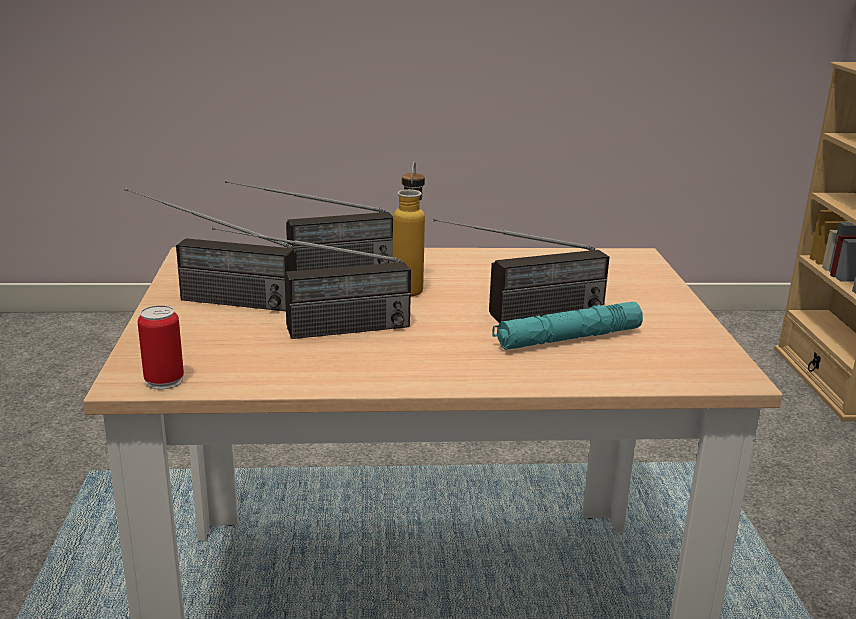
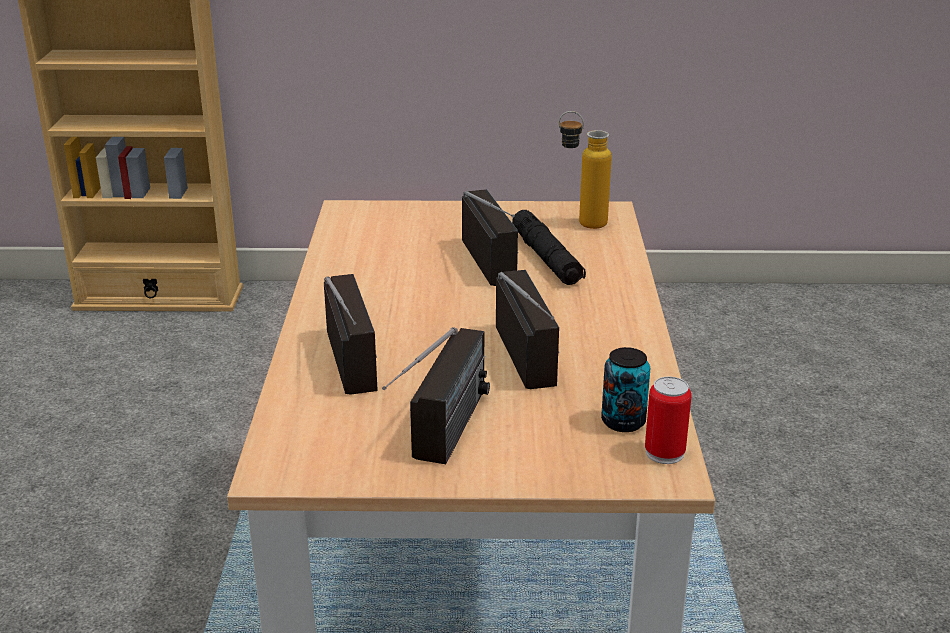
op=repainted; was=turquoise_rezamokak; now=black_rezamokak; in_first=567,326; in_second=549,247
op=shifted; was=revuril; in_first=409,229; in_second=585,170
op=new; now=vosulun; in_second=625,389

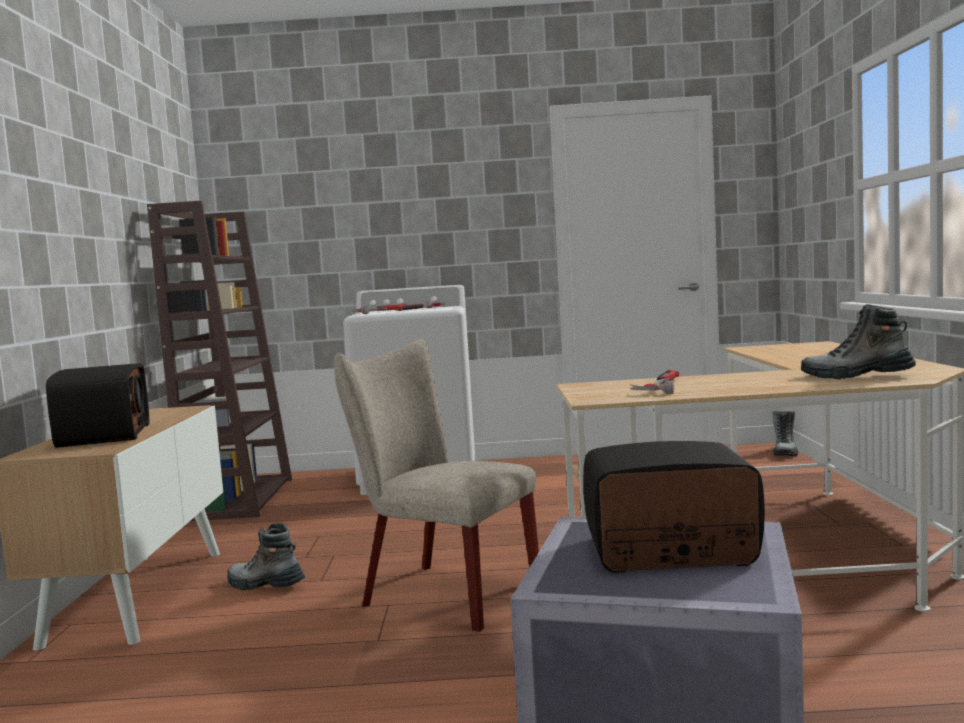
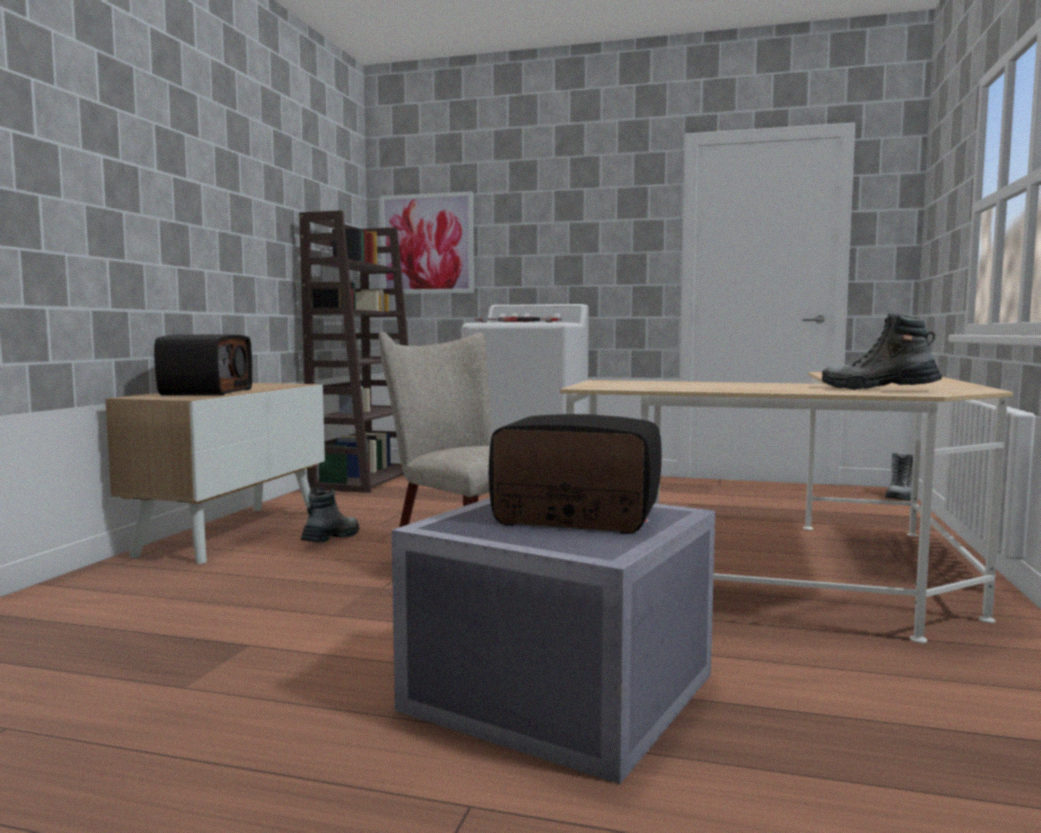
op=rotated; was=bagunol; in_first=266,556; in_second=330,515; clockwise=75
op=new; now=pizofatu; in_second=427,242
op=gone; was=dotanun; in_first=654,382

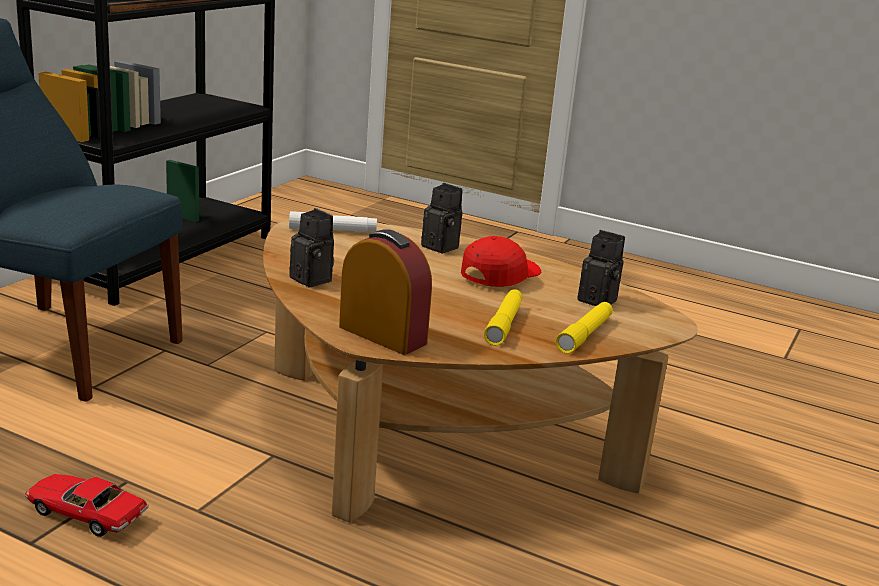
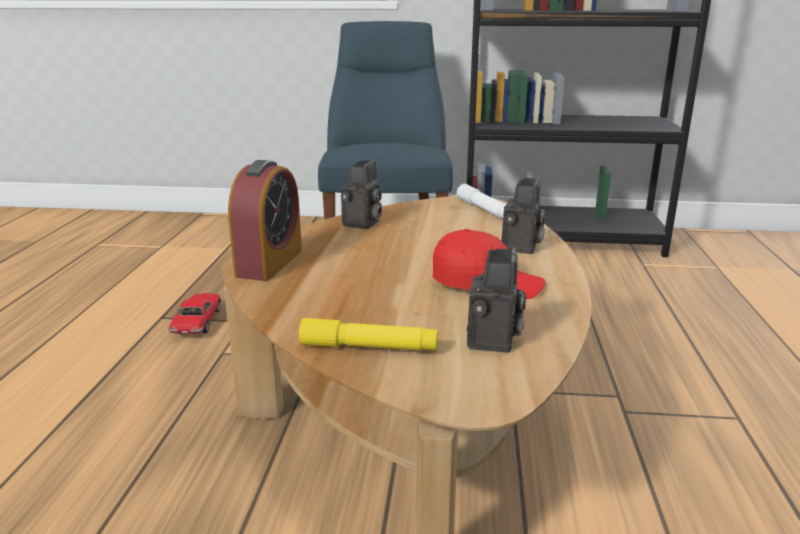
op=gone; was=yellow_rezamokak; in_first=503,317

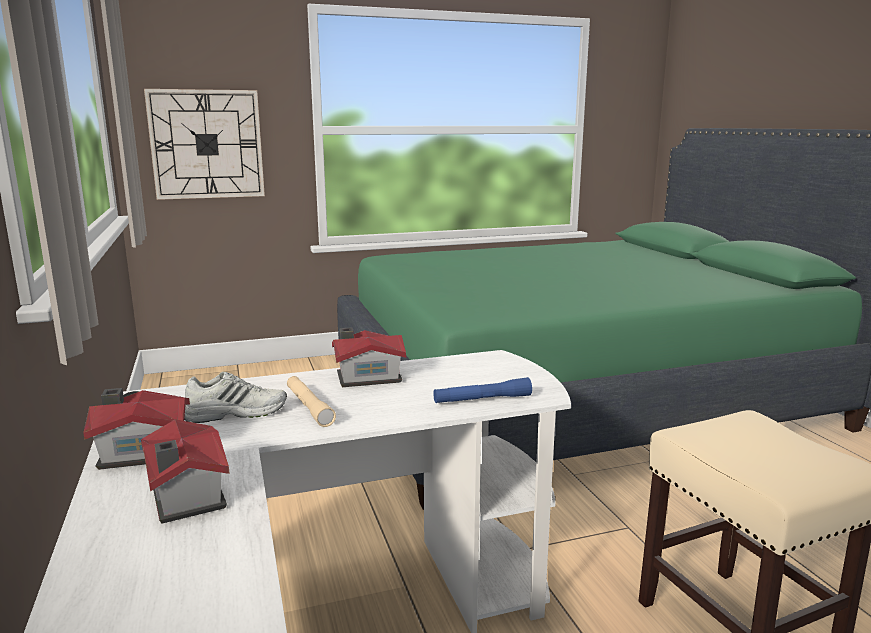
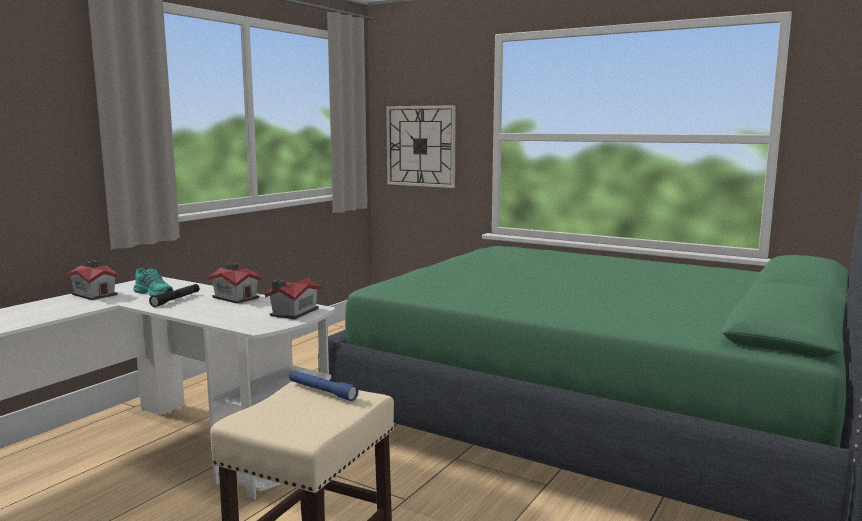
op=repainted; was=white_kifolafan; now=turquoise_kifolafan; in_first=235,397; in_second=153,282
op=repainted; was=beige_rezamokak; now=black_rezamokak; in_first=311,401; in_second=174,295
op=shifted; was=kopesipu; in_first=185,471; in_second=293,298
op=shifted; was=blue_rezamokak; in_first=482,390; in_second=323,386

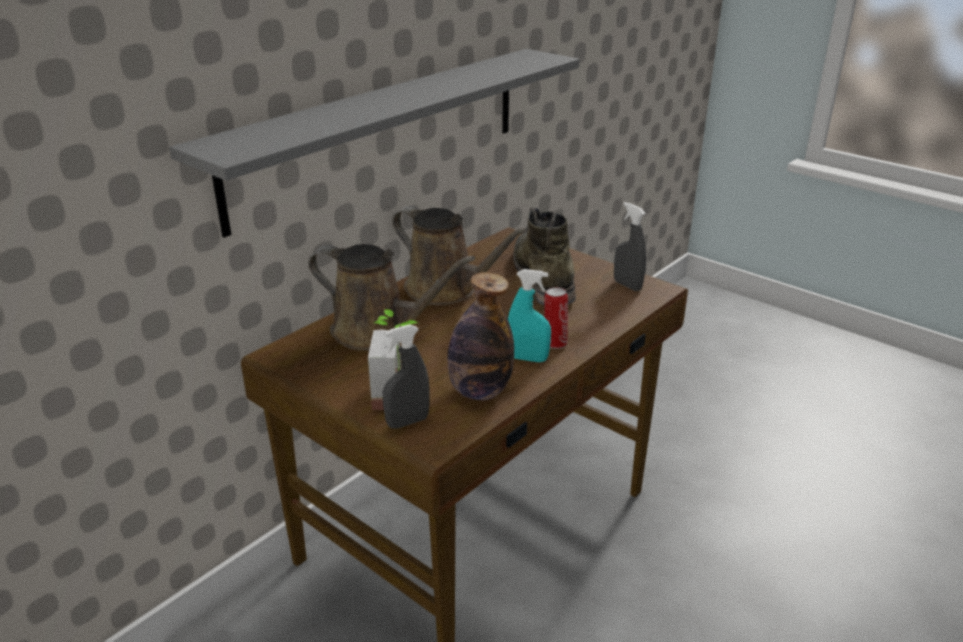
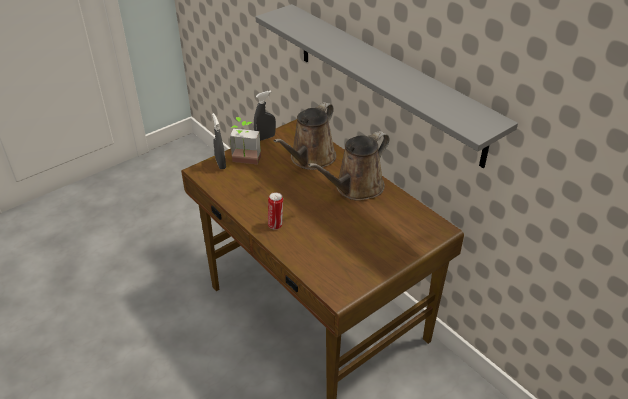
op=shifted; was=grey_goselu; in_first=630,246; in_second=265,115
op=gone; was=revuril; in_first=480,336
op=gone; was=turquoise_goselu; in_first=529,315
op=gone; was=green_bagunol; in_first=544,256

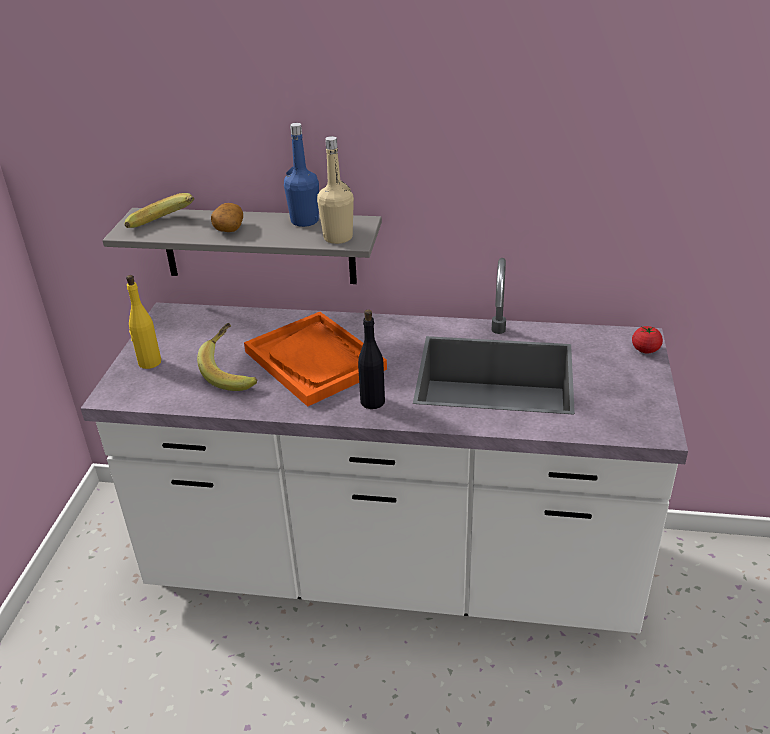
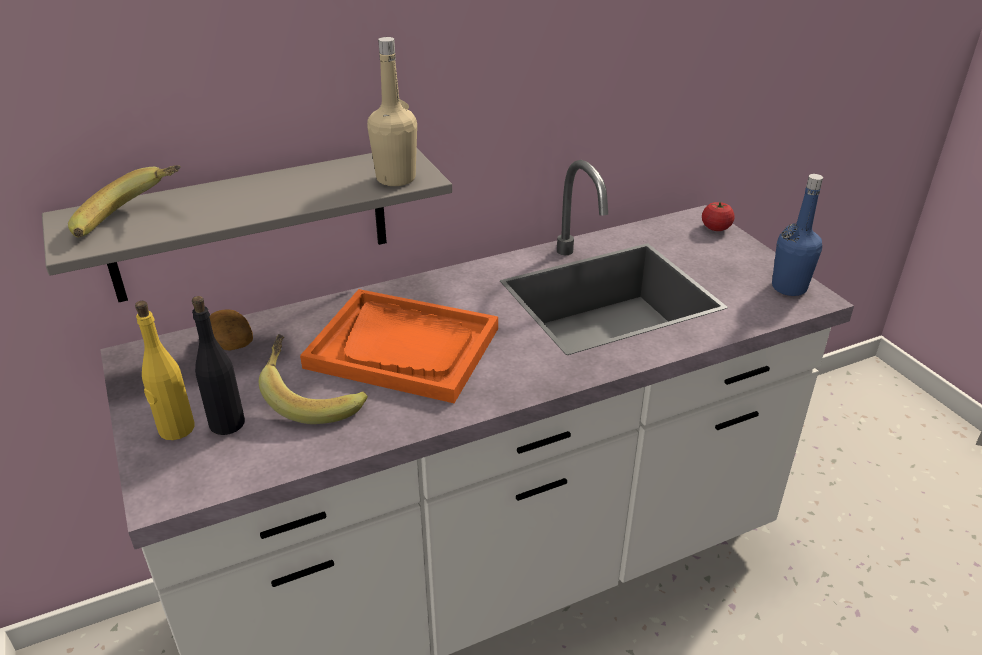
op=shifted; was=black_revuril; in_first=371,359; in_second=218,365
op=shifted; was=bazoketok; in_first=227,217; in_second=231,330
op=shifted; was=blue_revuril; in_first=301,175; in_second=797,235

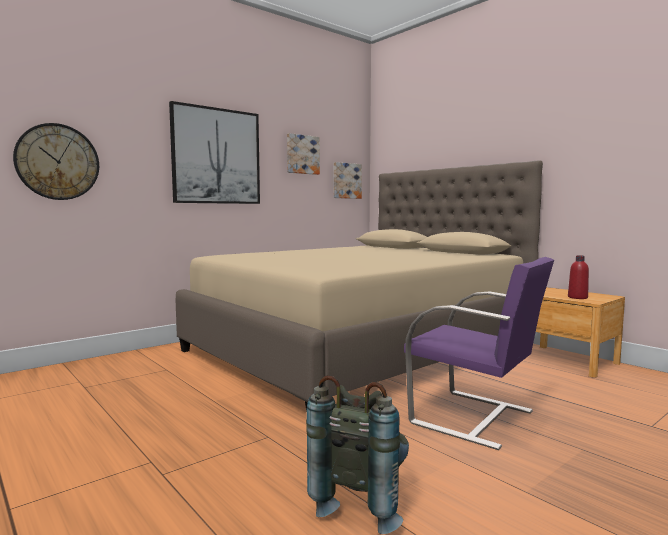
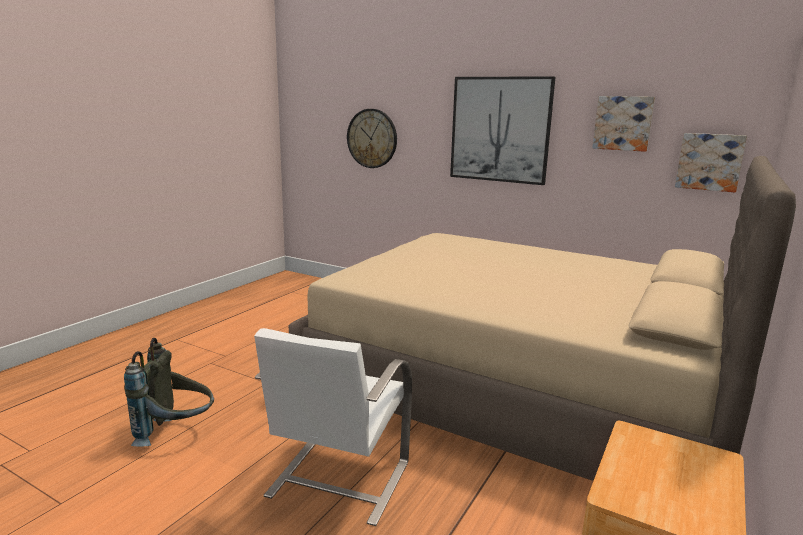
op=repainted; was=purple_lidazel; now=white_lidazel; in_first=479,353; in_second=333,427
op=gone; was=red_revuril; in_first=578,277

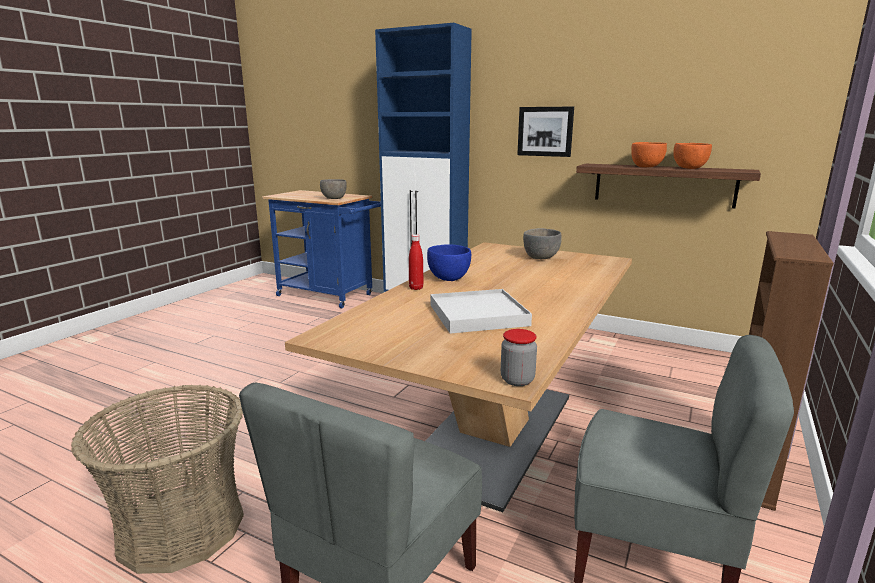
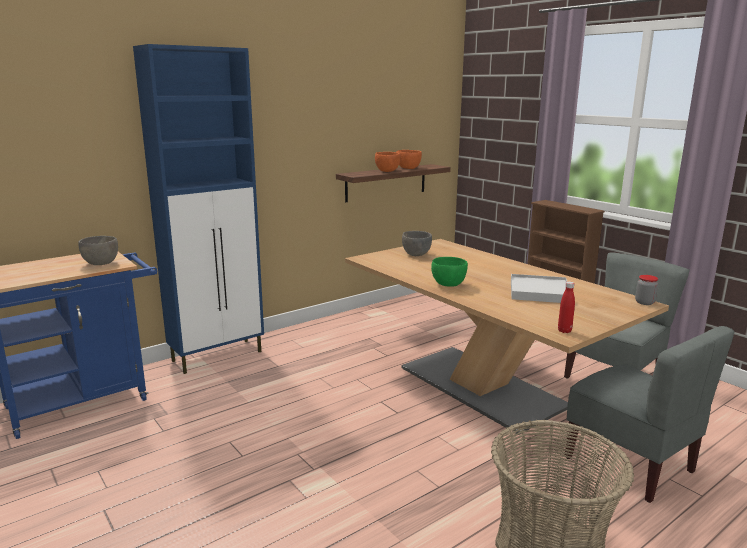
op=repainted; was=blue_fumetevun; now=green_fumetevun; in_first=449,262; in_second=449,272
op=shifted; was=red_revuril; in_first=416,262; in_second=566,307
op=gone; was=pizofatu; in_first=545,132

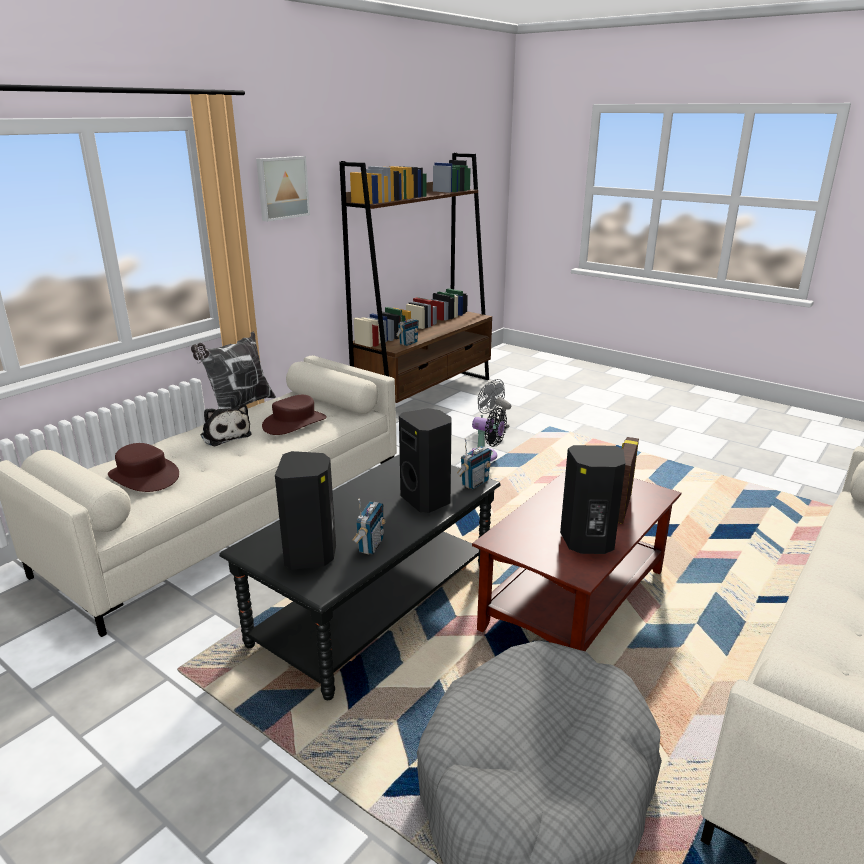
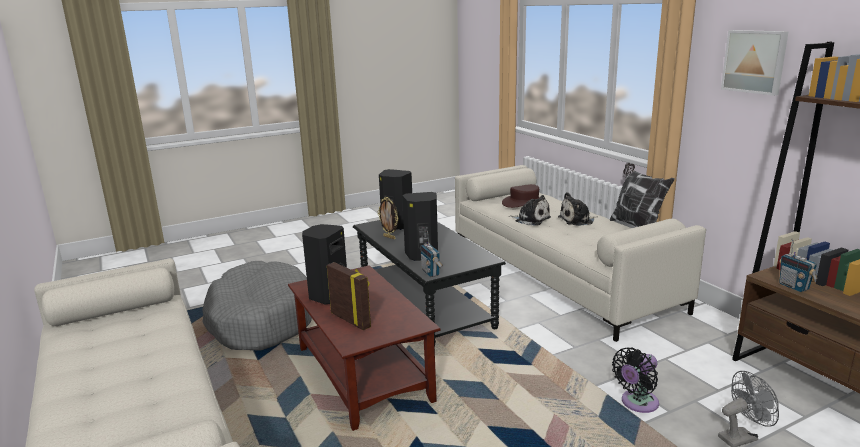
op=swapped; was=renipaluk; now=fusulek; in_first=369,526; in_second=388,218
op=new; now=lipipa; in_second=529,210
op=gone; was=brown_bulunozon; in_first=294,415

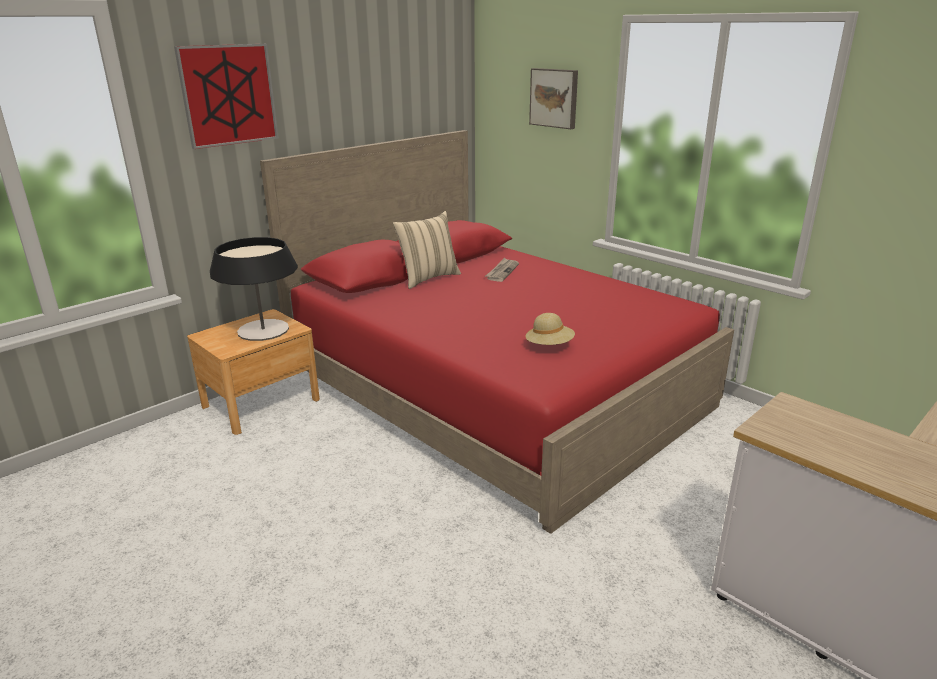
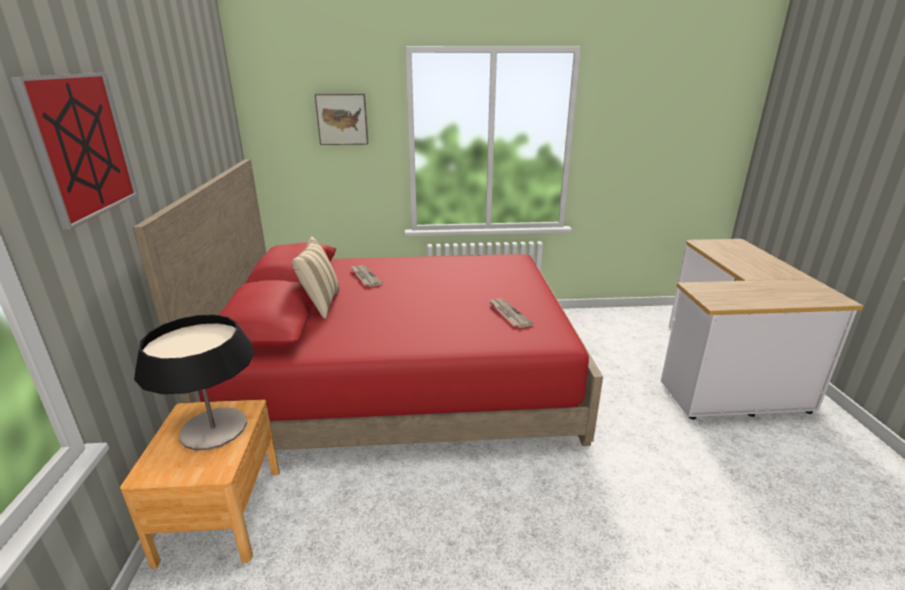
op=swapped; was=beige_bulunozon; now=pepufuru; in_first=550,329; in_second=511,313

